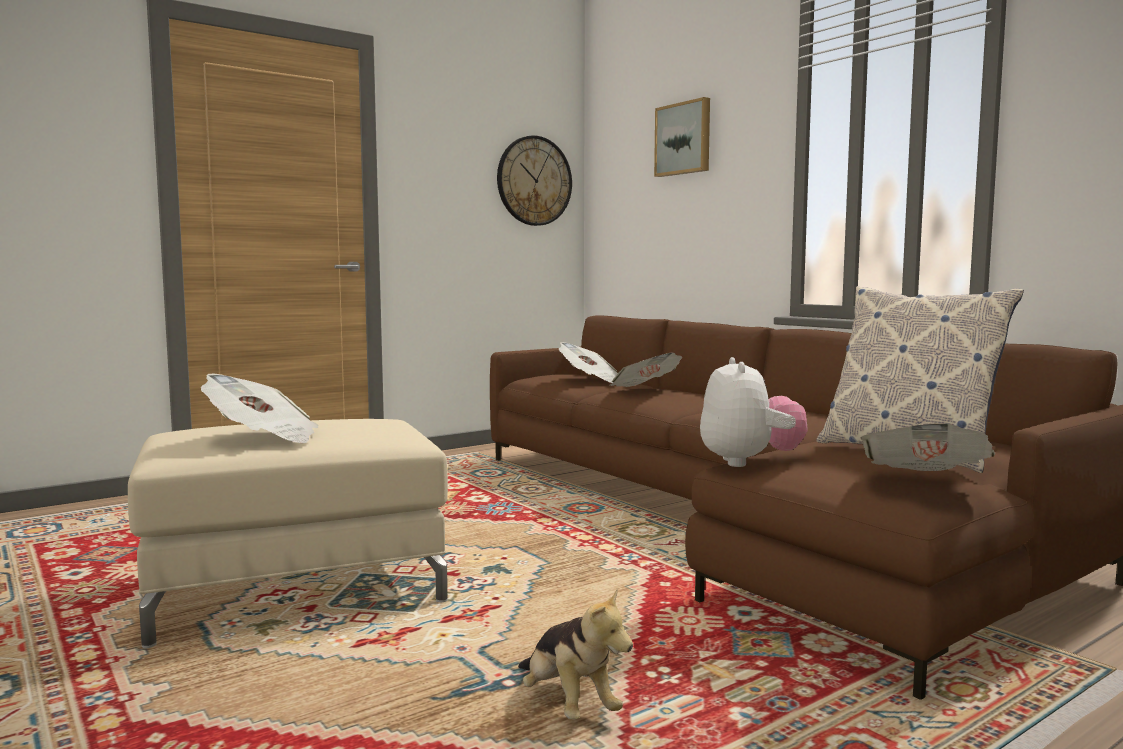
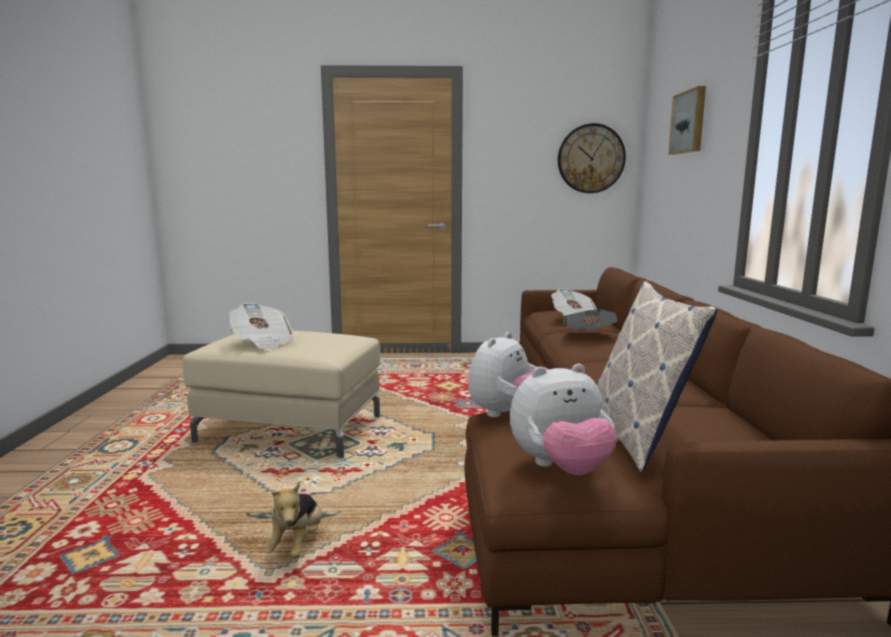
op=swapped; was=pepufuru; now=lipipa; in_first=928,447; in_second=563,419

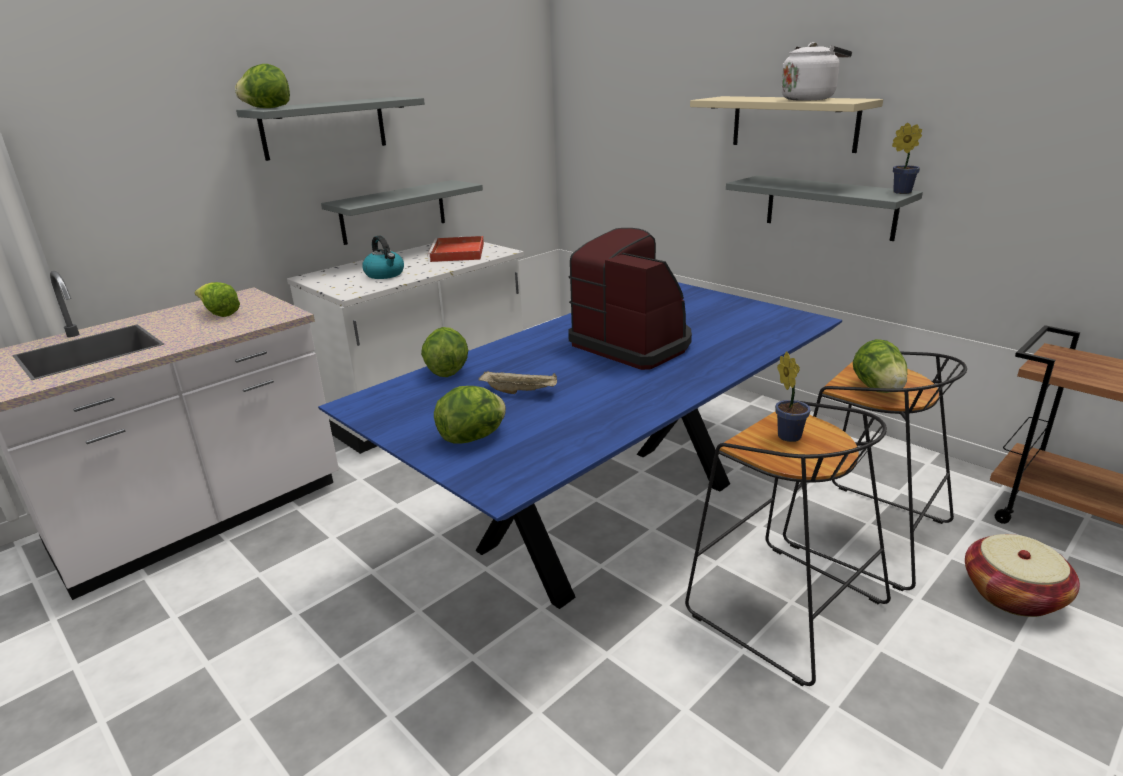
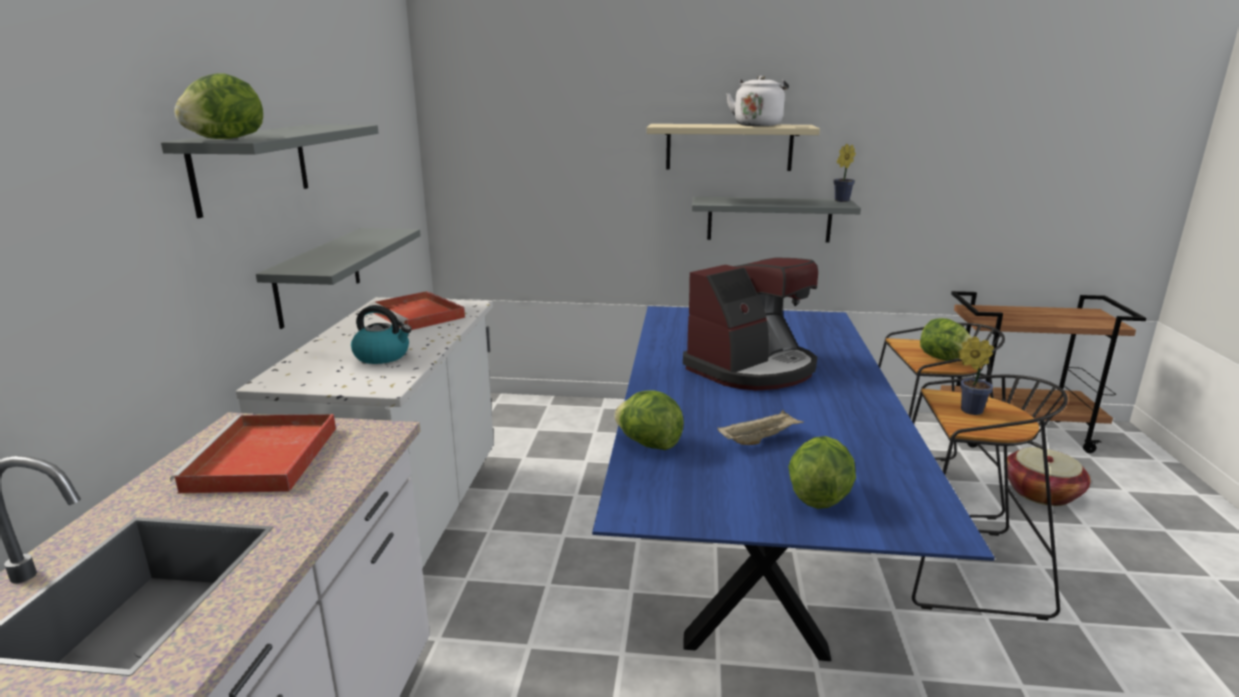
op=swapped; was=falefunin; now=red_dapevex; in_first=217,299; in_second=253,453
op=rotated; was=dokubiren; in_first=630,299; in_second=750,324; clockwise=135

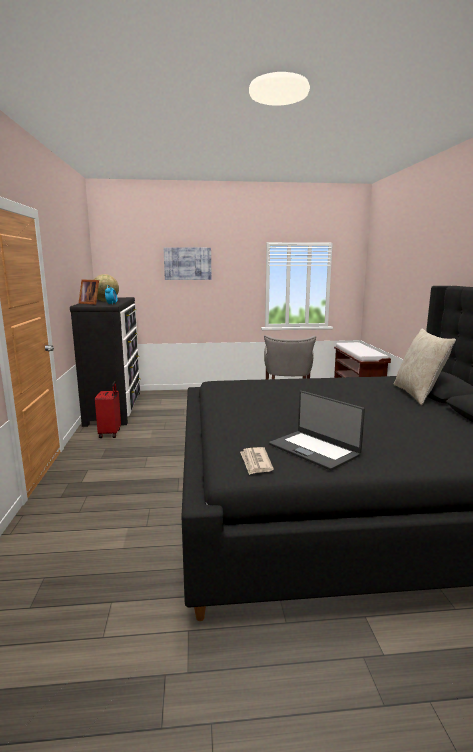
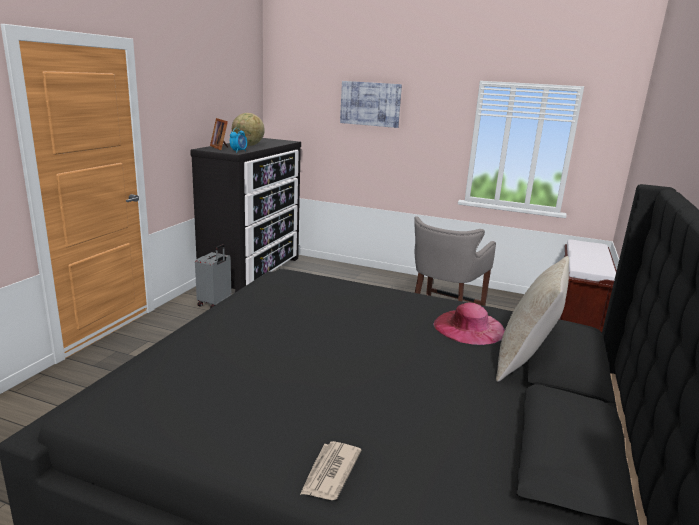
op=repainted; was=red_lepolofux; now=grey_lepolofux; in_first=108,409; in_second=213,276
op=shifted; was=pepufuru; in_first=257,461; in_second=330,470
op=new; now=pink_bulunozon; in_second=469,324
op=gone; was=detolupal; in_first=317,431

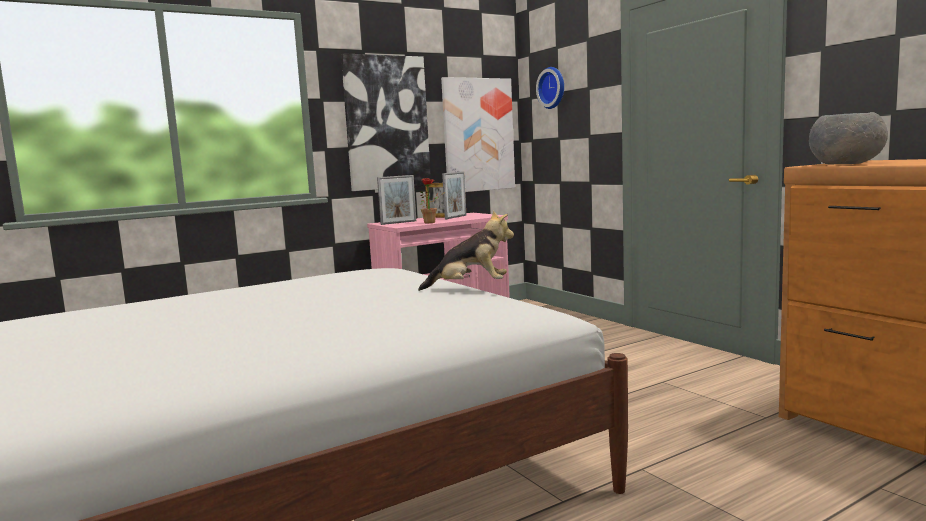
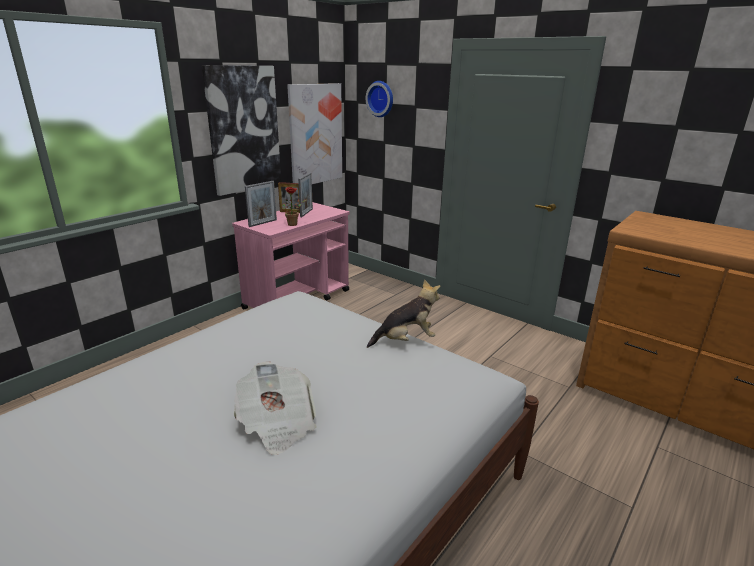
op=new; now=pepufuru; in_second=274,408
op=gone; was=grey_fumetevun; in_first=848,138

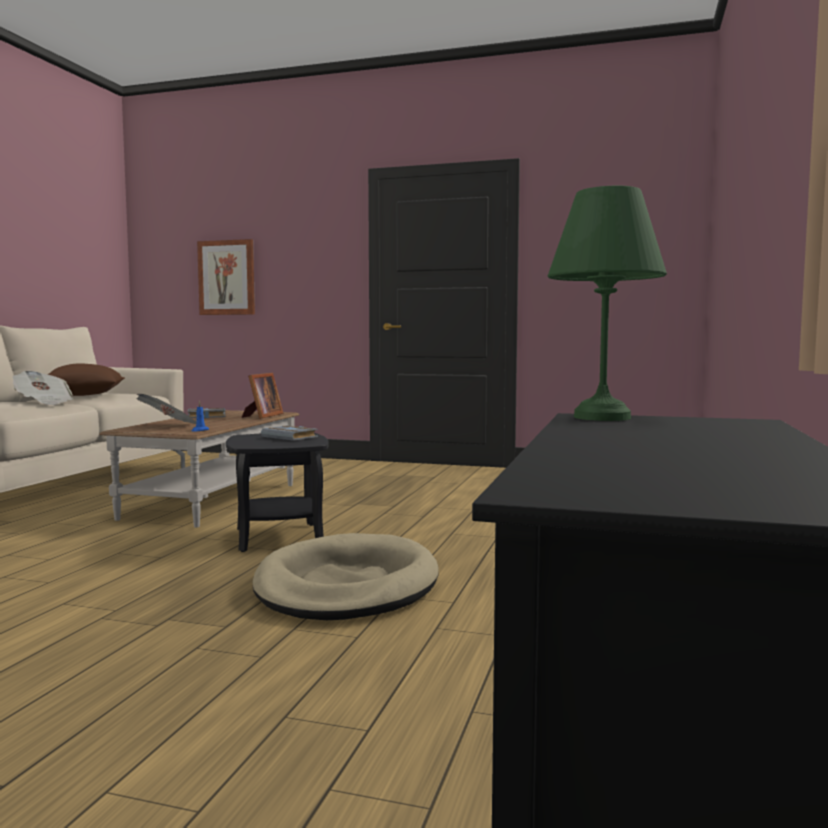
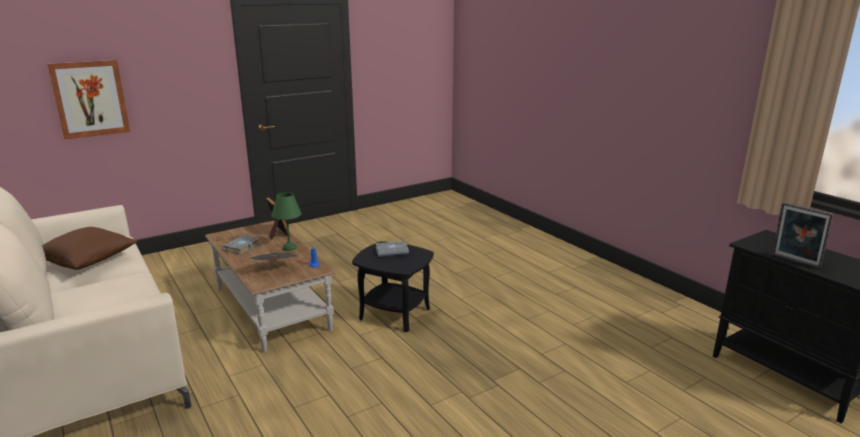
op=shifted; was=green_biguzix; in_first=607,303; in_second=286,221
op=new; now=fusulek; in_second=802,235
op=gone; was=pepufuru; in_first=43,387
op=gone; was=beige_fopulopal; in_first=345,576

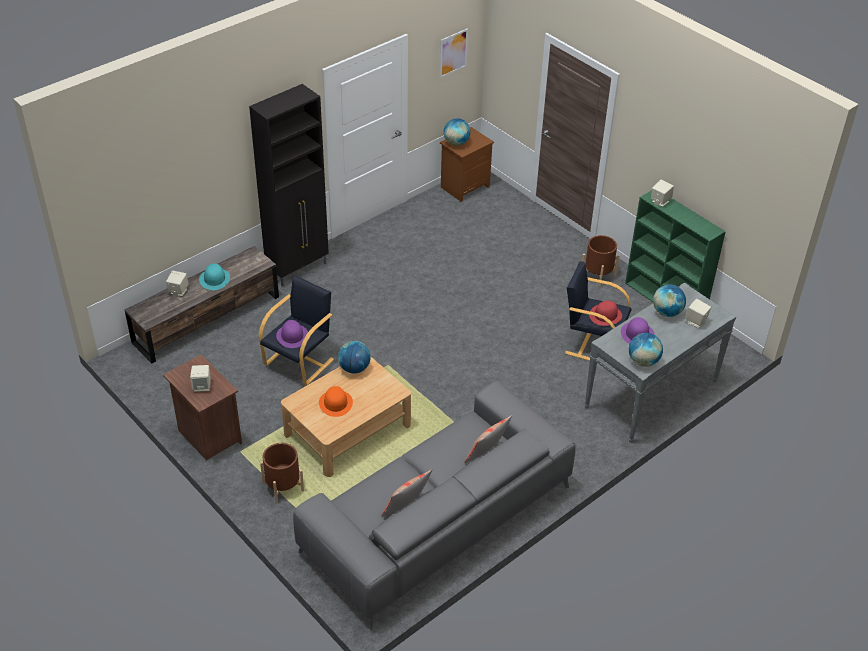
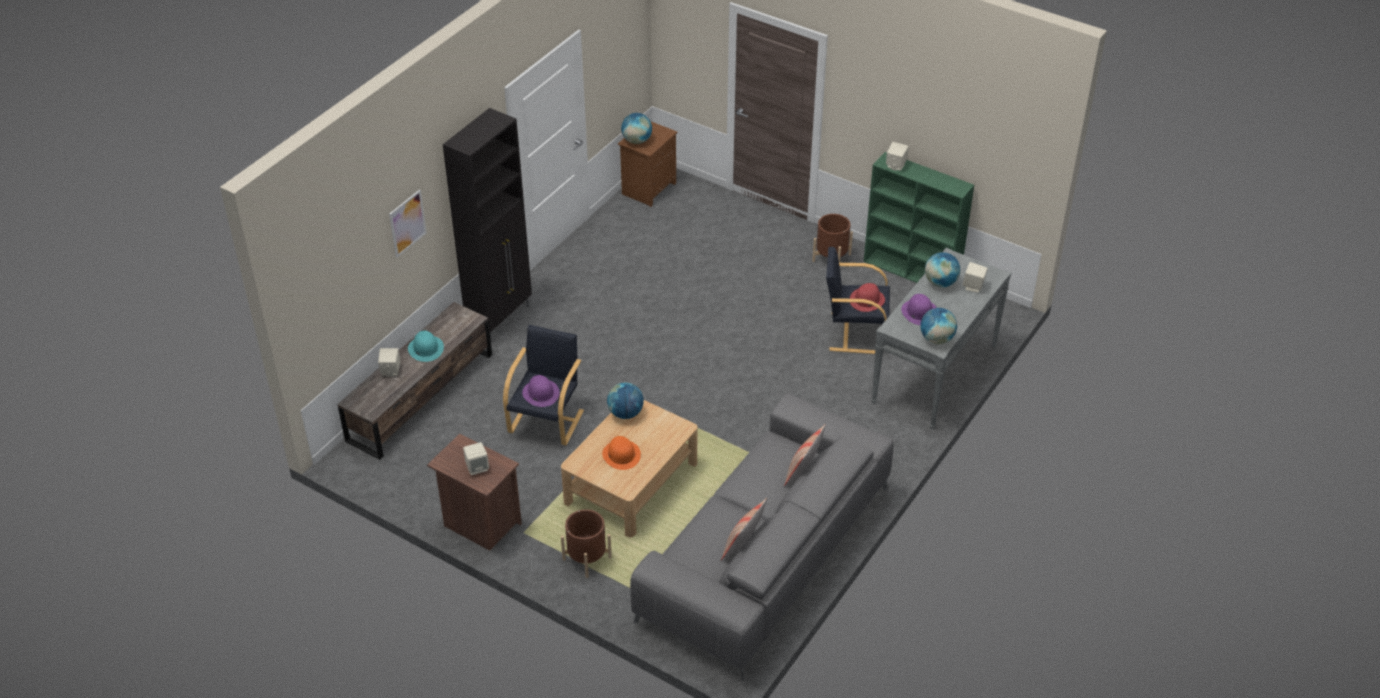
op=shifted; was=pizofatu; in_first=454,53; in_second=408,223

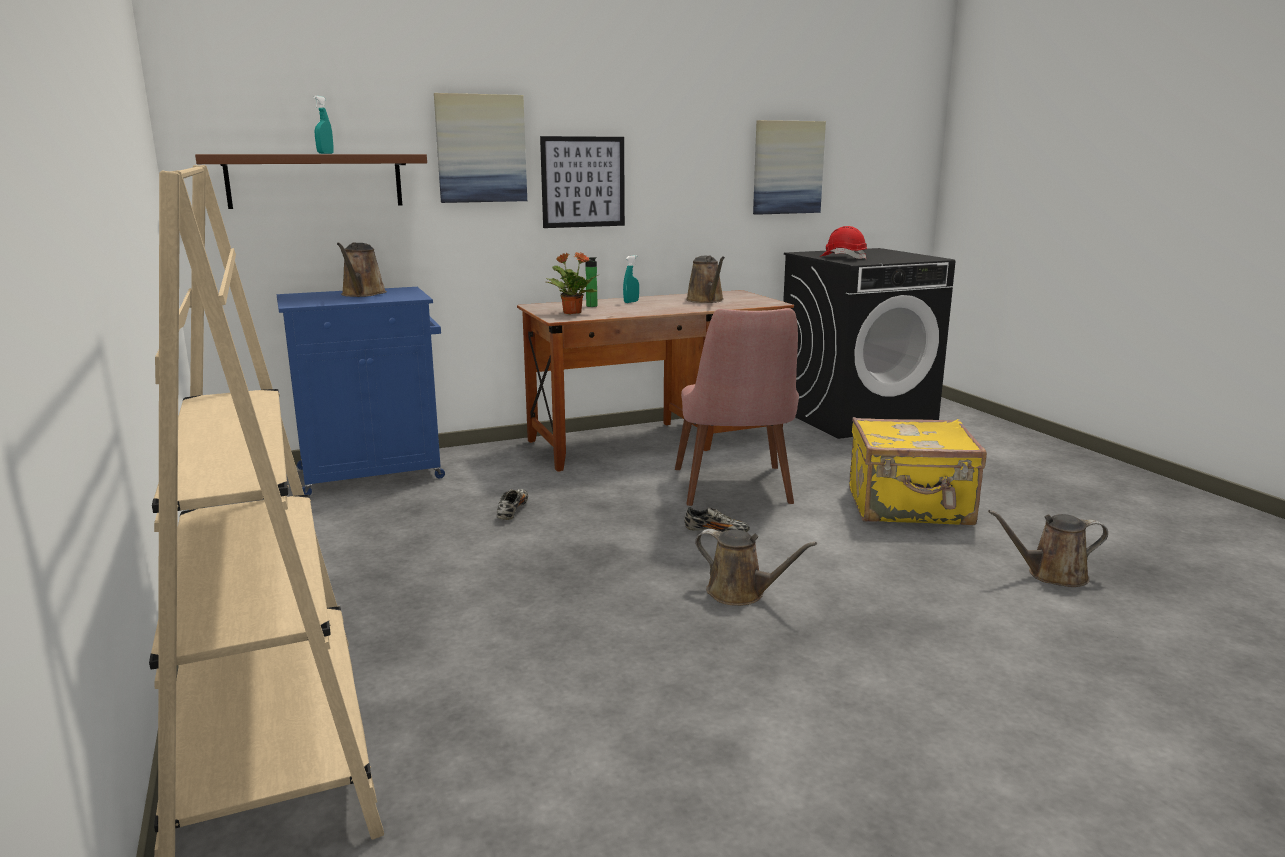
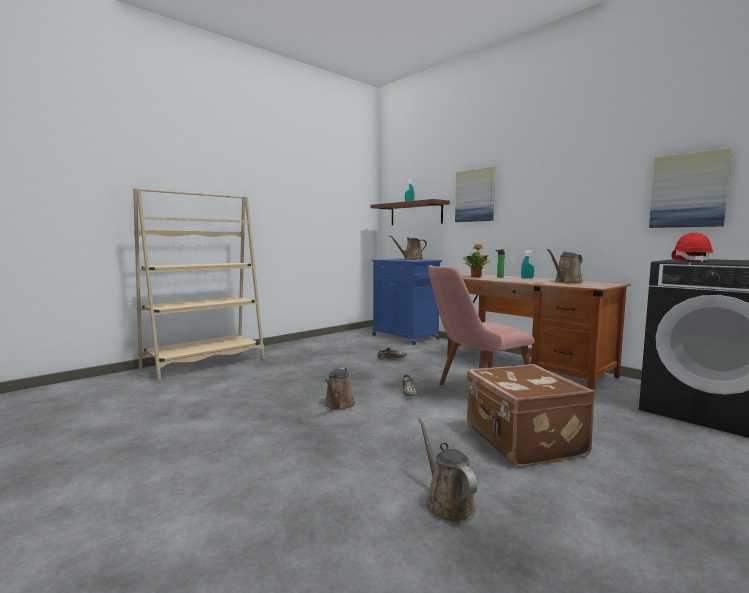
op=repainted; was=yellow_lepolofux; now=brown_lepolofux; in_first=918,471; in_second=531,415
op=gone; was=pizofatu; in_first=582,182

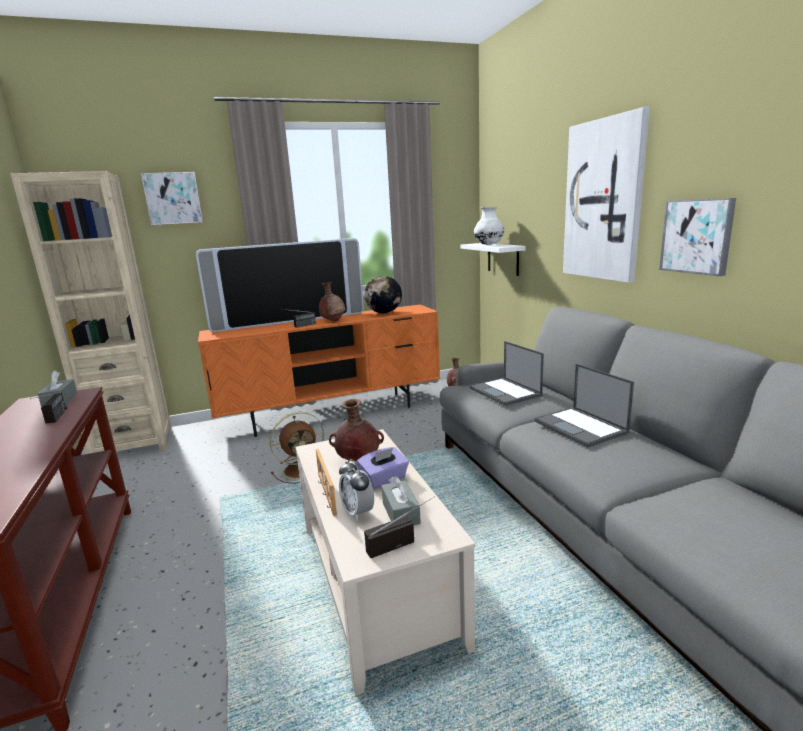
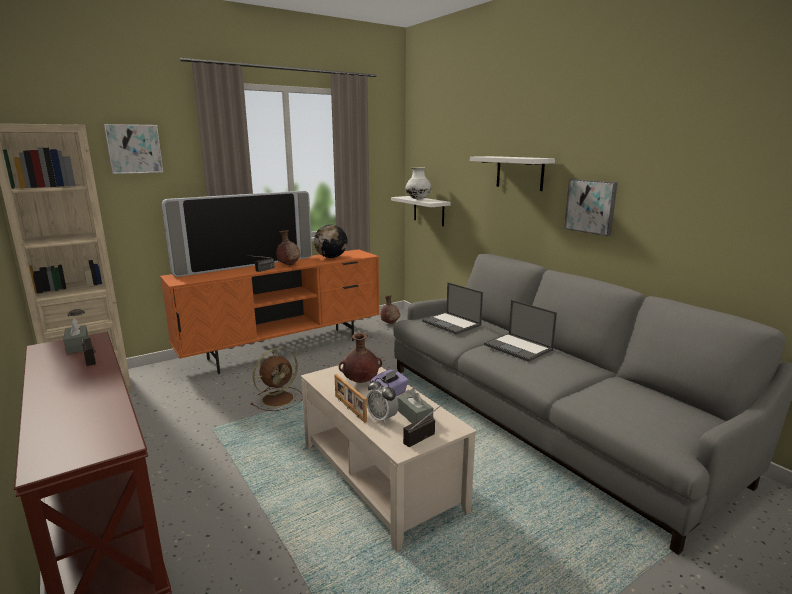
op=swapped; was=pizofatu; now=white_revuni; in_first=606,195; in_second=512,173

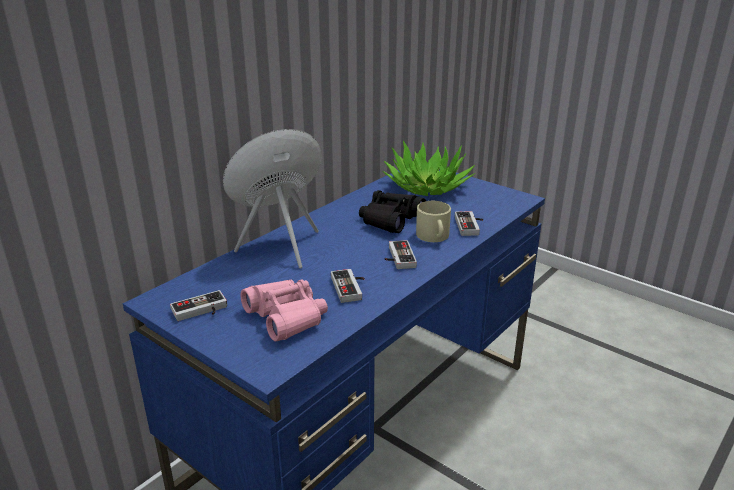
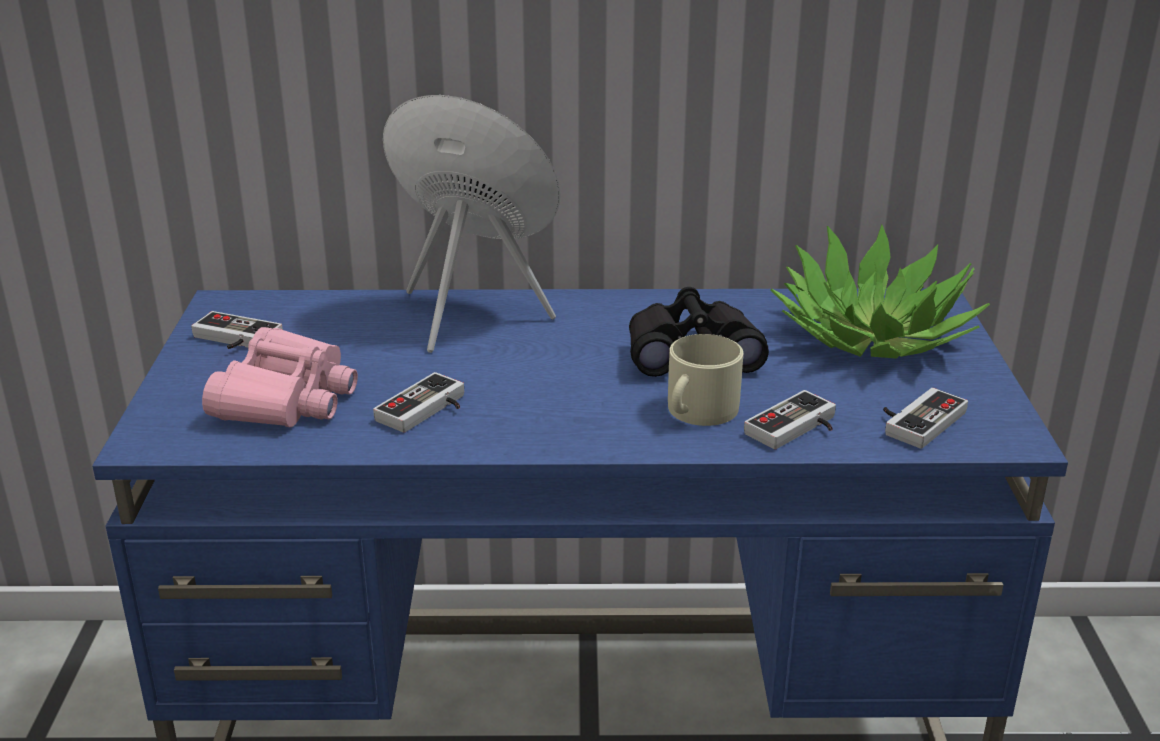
op=shifted; was=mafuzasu; in_first=400,254; in_second=925,418

